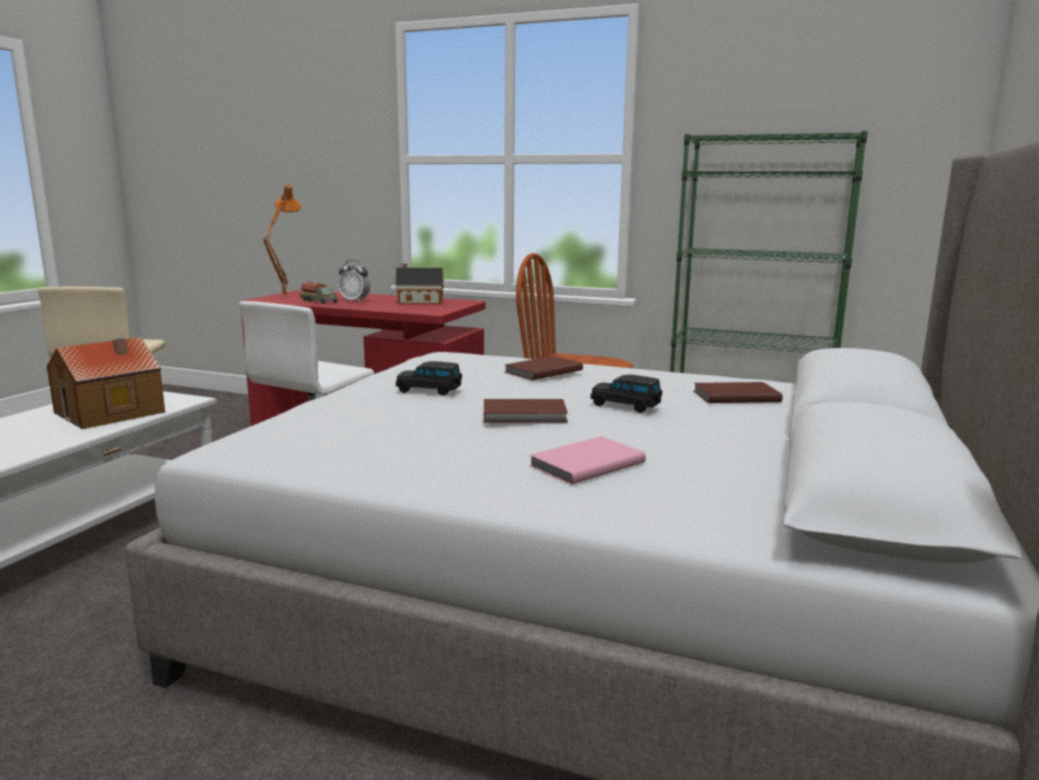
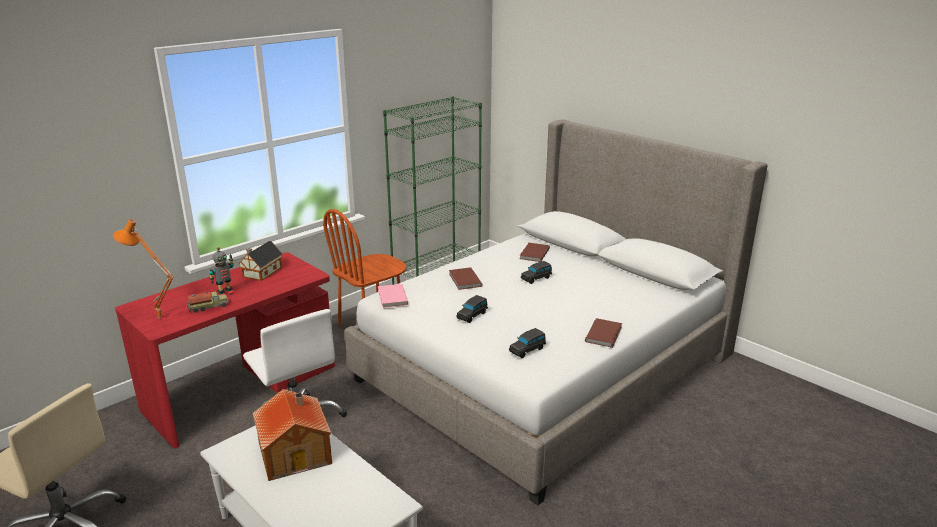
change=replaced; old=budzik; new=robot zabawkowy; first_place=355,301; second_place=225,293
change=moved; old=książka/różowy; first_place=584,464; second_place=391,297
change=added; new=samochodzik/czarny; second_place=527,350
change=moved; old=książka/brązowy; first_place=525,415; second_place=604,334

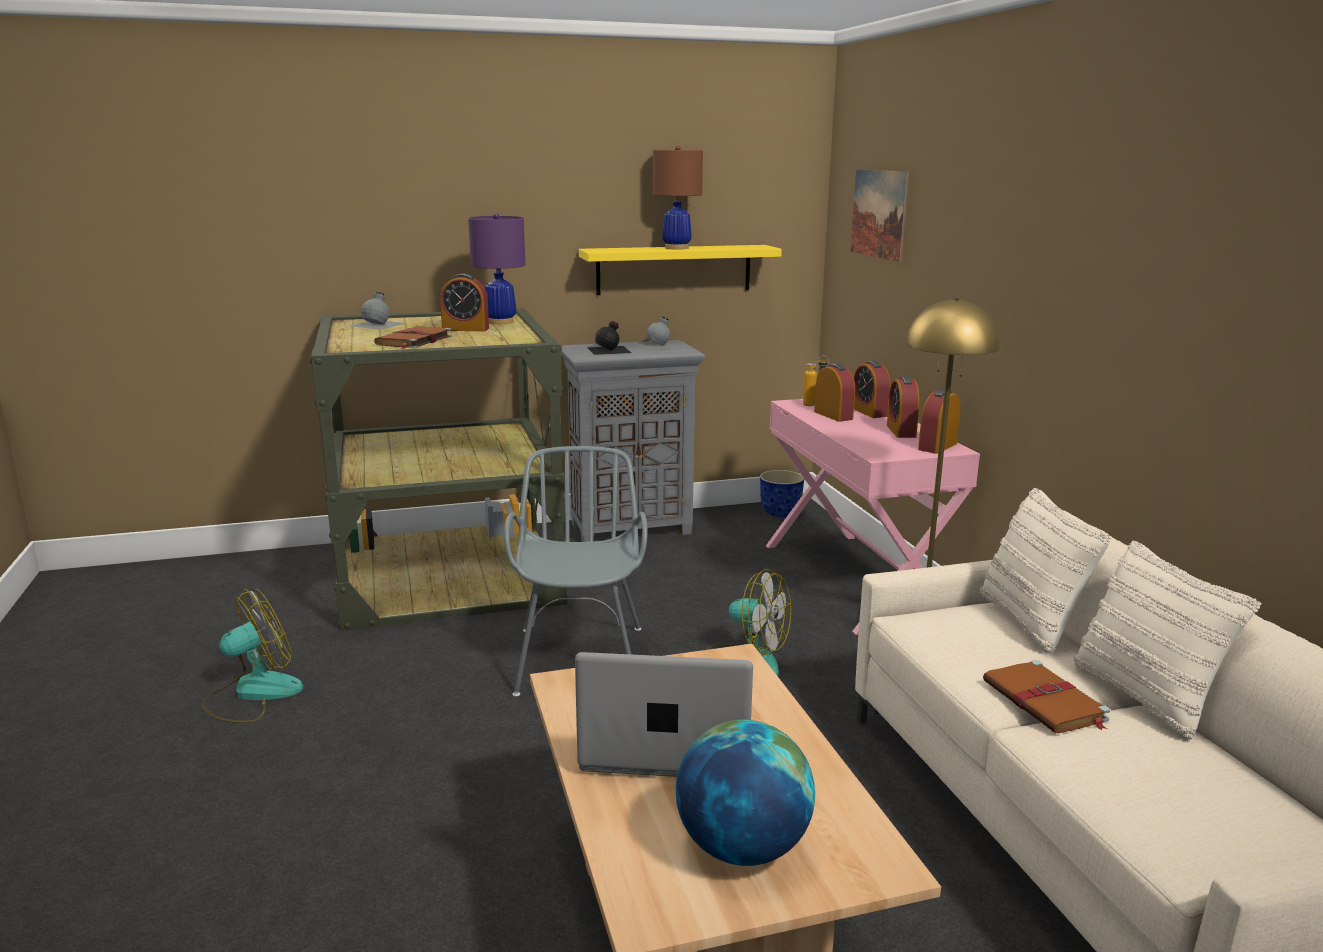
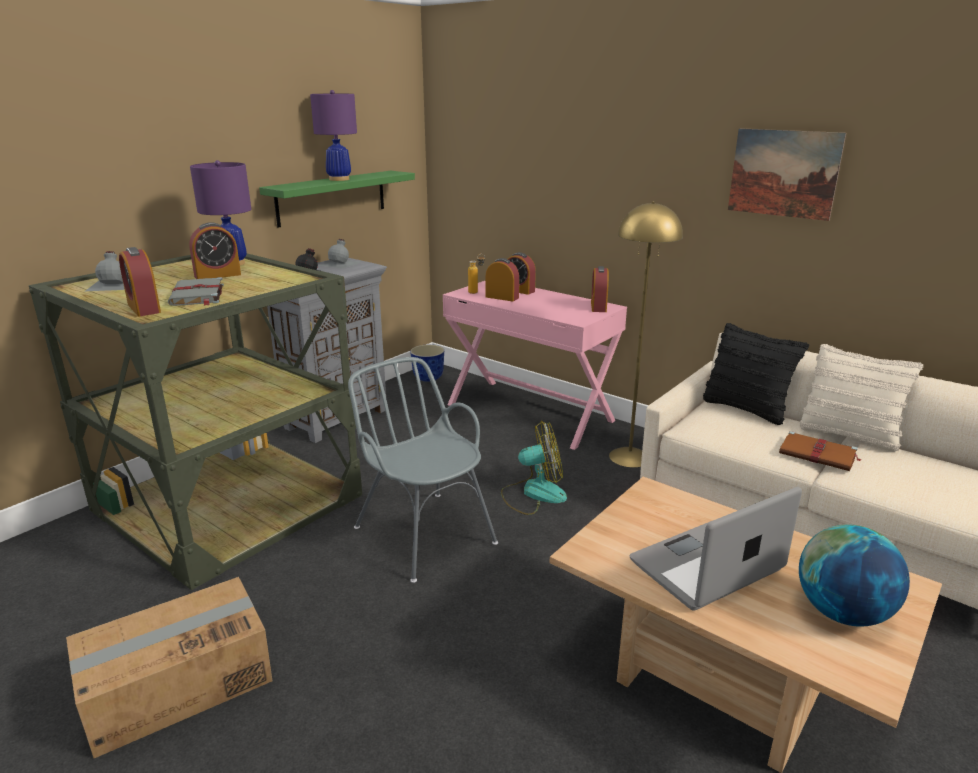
change=replaced; old=wentylator; new=karton; first_place=252,694; second_place=177,683
change=moved; old=budzik; first_place=901,431; second_place=144,308
change=recoloured; old=książka/brązowy; new=książka/szary; first_place=413,341; second_place=197,295
change=recoloured; old=półka/żółty; new=półka/zielony; first_place=674,269; second_place=332,197
change=recoloured; old=lampa stołowa/brązowy; new=lampa stołowa/fioletowy; first_place=676,248; second_place=339,179
change=recoloured; old=poduszka/beżowy; new=poduszka/czarny; first_place=1032,623; second_place=747,409
change=moved; old=obraz; first_place=879,214; second_place=783,173

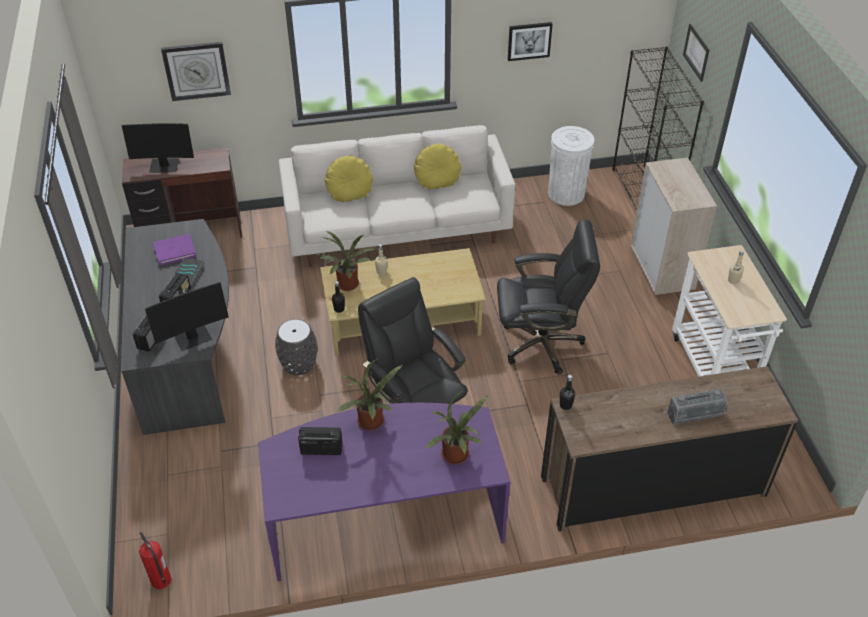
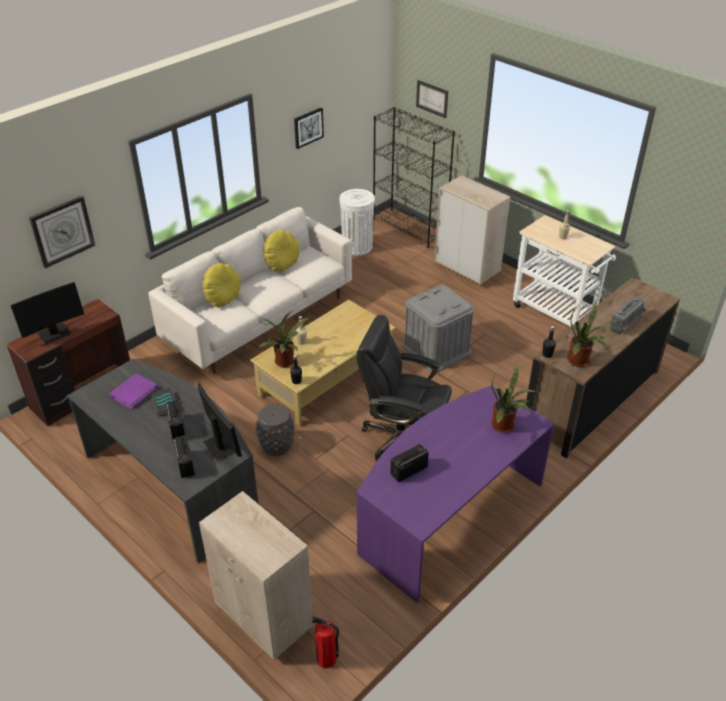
change=turned; old=monitor; first_place=192,337; second_place=221,447; degrees=-60
change=added; new=szafka/beżowy; second_place=262,617
change=replaced; old=krzesło biurowe/czarny; new=pojemnik do przechowywania/szary; first_place=539,344; second_place=436,349
change=moved; old=roślina doniczkowa; first_place=372,423; second_place=580,361

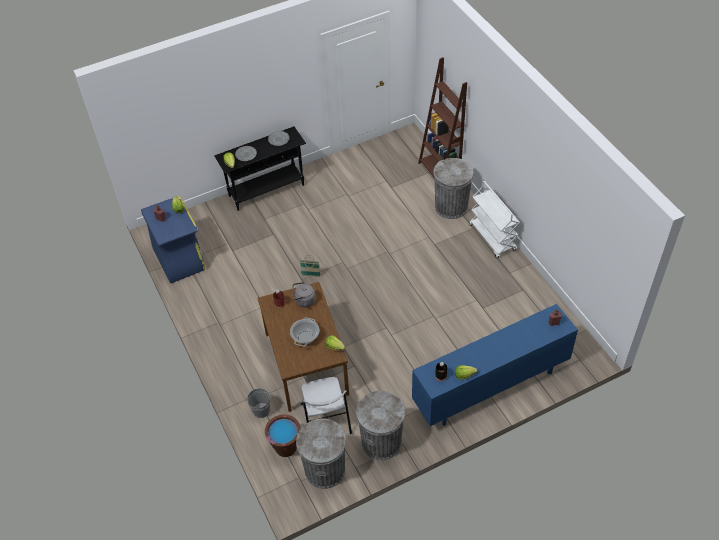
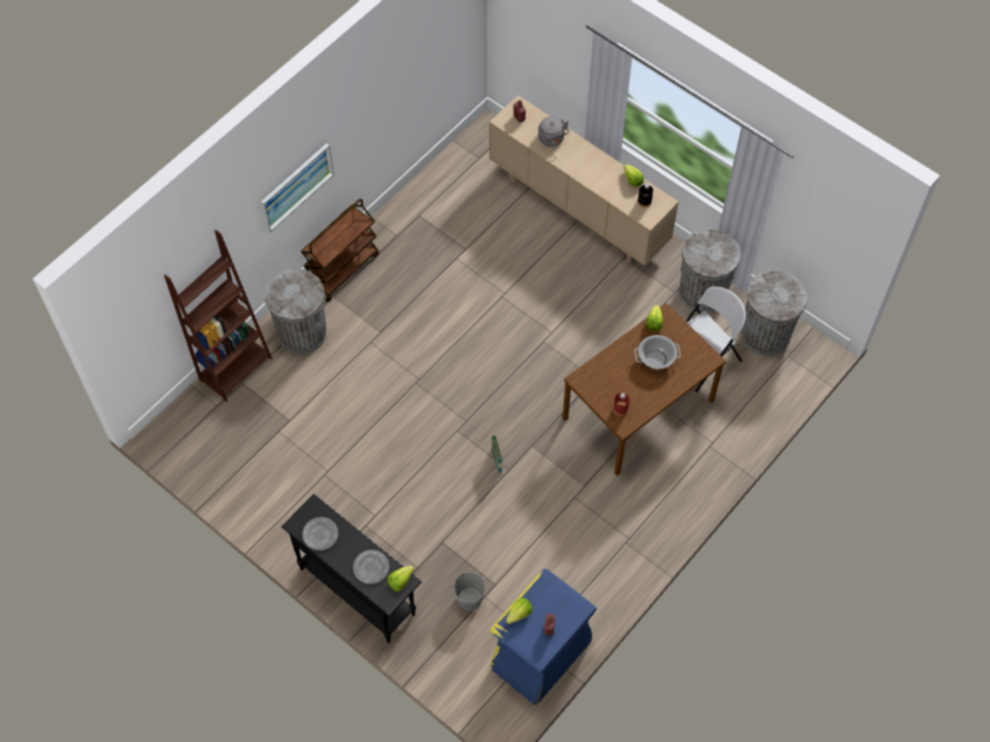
change=added; new=obraz; second_place=296,186
change=recoloured; old=wózek/biały; new=wózek/brązowy; first_place=492,237; second_place=342,269
change=moved; old=wiadro/szary; first_place=261,410; second_place=469,599
change=recoloured; old=szafka/niebieski; new=szafka/beżowy; first_place=491,388; second_place=579,210
change=moved; old=czajnik/szary; first_place=304,301; second_place=552,139
change=removed; old=wiadro/brązowy; first_place=286,447

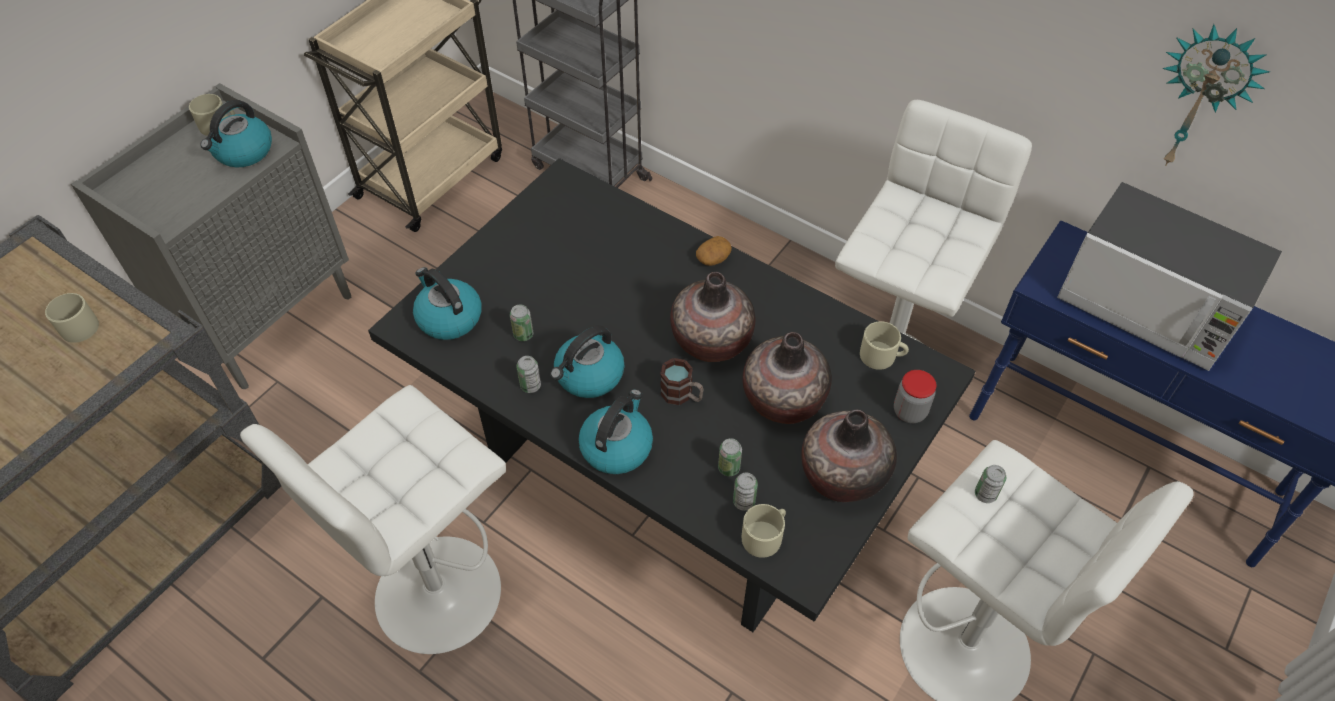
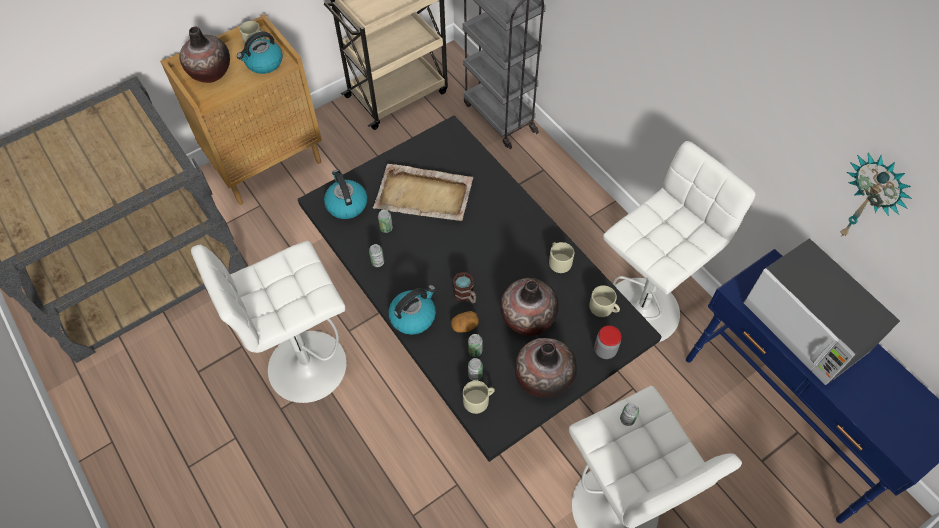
change=recoloured; old=szafka/szary; new=szafka/brązowy; first_place=270,320; second_place=268,164
change=moved; old=wazon; first_place=711,340; second_place=210,72
change=added; new=taca/beżowy; second_place=424,195
change=moved; old=ziemniak; first_place=713,258; second_place=464,326
change=moved; old=kubek/beżowy; first_place=77,325; second_place=559,260
change=removed; old=czajnik; first_place=589,376

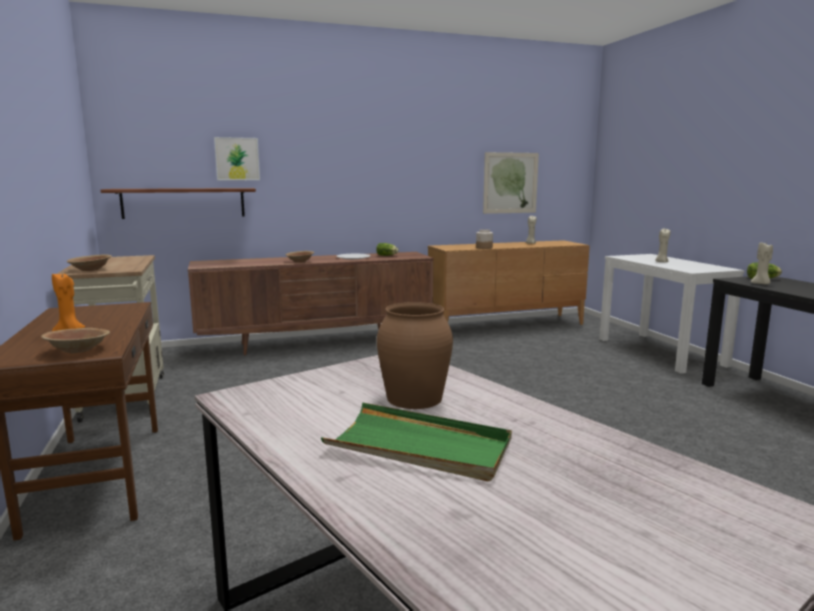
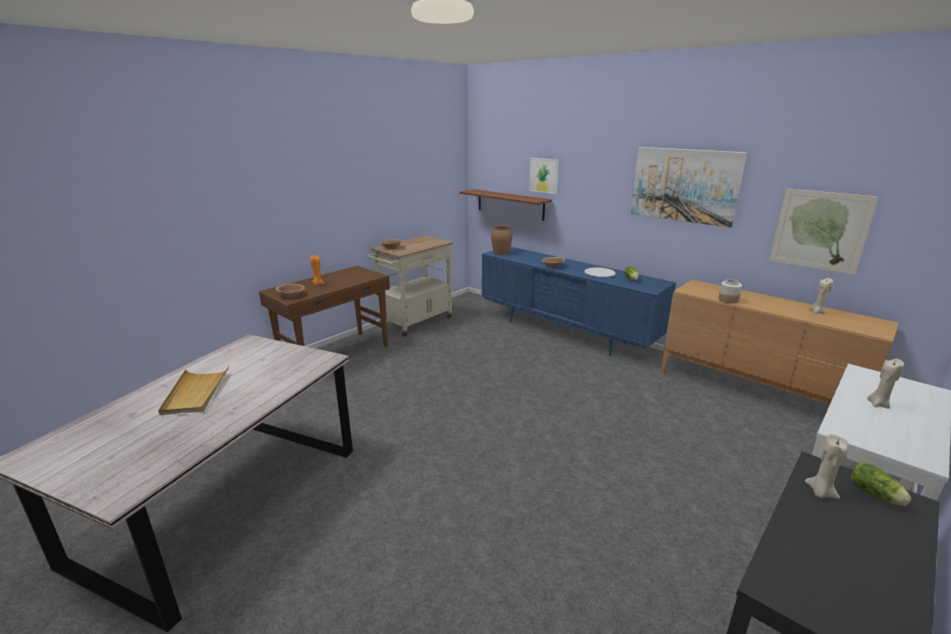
change=recoloured; old=taca/zielony; new=taca/beżowy; first_place=419,447; second_place=196,393
change=recoloured; old=szafka/brązowy; new=szafka/niebieski; first_place=317,342; second_place=566,333
change=moved; old=wazon/brązowy; first_place=414,398; second_place=501,253
change=added; new=obraz; second_place=684,185

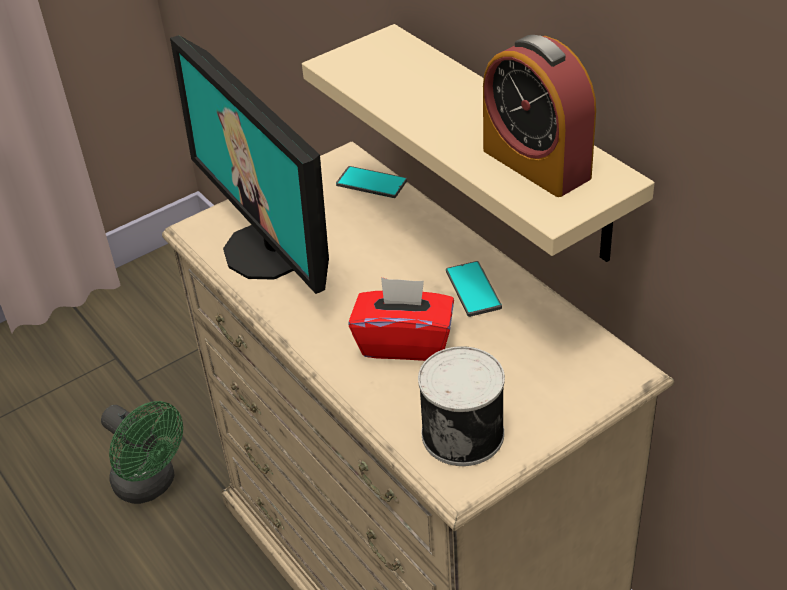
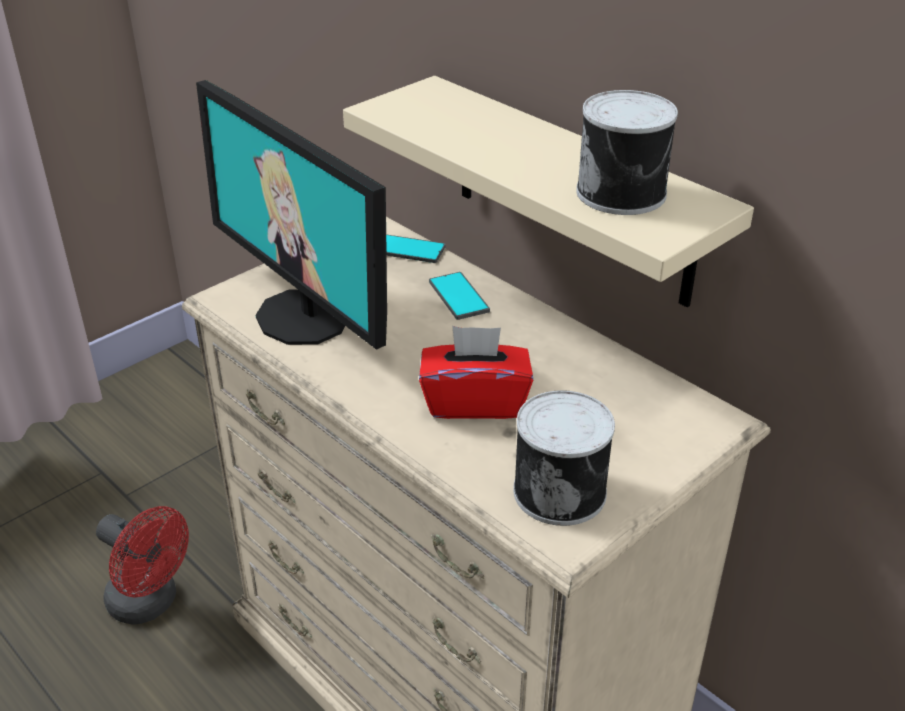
change=recoloured; old=wentylator/zielony; new=wentylator/czerwony; first_place=151,485; second_place=150,603
change=moved; old=telefon; first_place=473,289; second_place=459,296
change=replaced; old=budzik; new=puszka; first_place=536,163; second_place=623,193

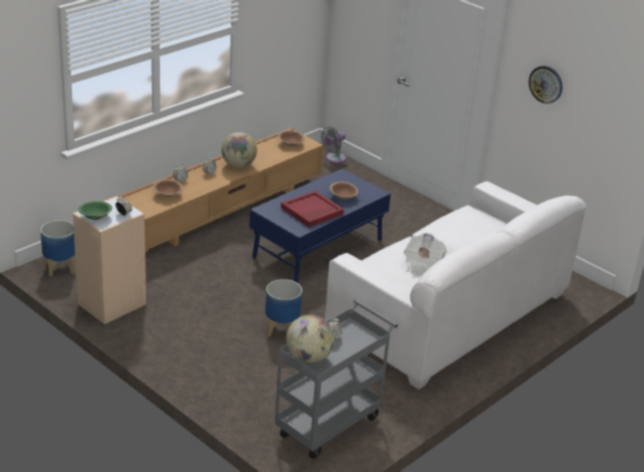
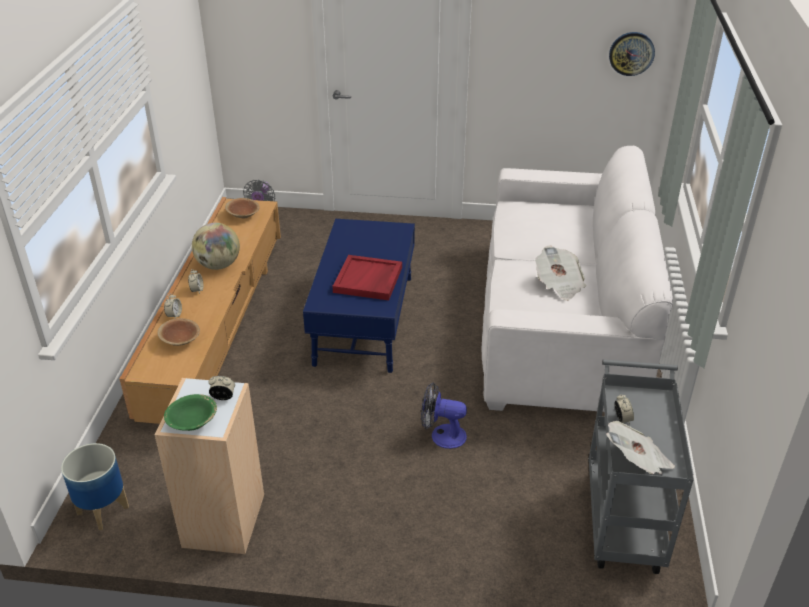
change=replaced; old=donica; new=wentylator; first_place=281,330; second_place=442,435
change=replaced; old=globus; new=gazeta; first_place=309,358; second_place=637,462
change=moved; old=zegar ścienny; first_place=546,84; second_place=631,53
change=removed; old=miska/brązowy; first_place=343,196

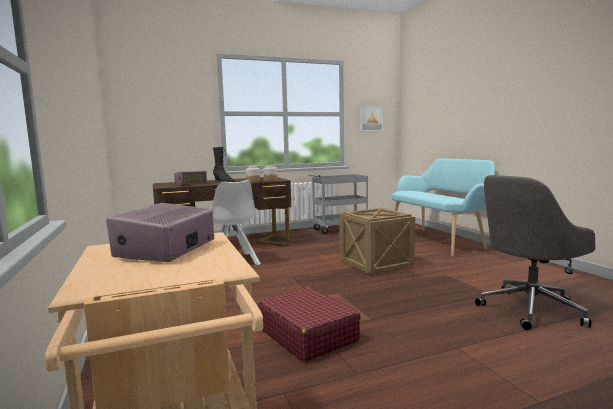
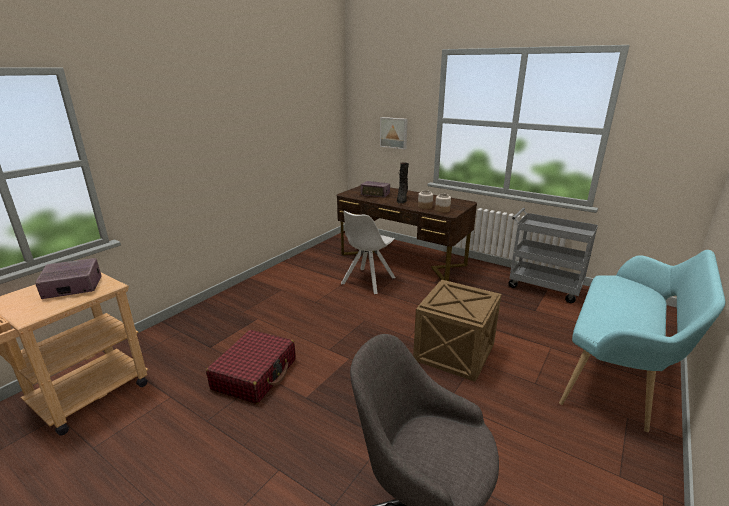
change=moved; old=obraz; first_place=370,118; second_place=394,132

